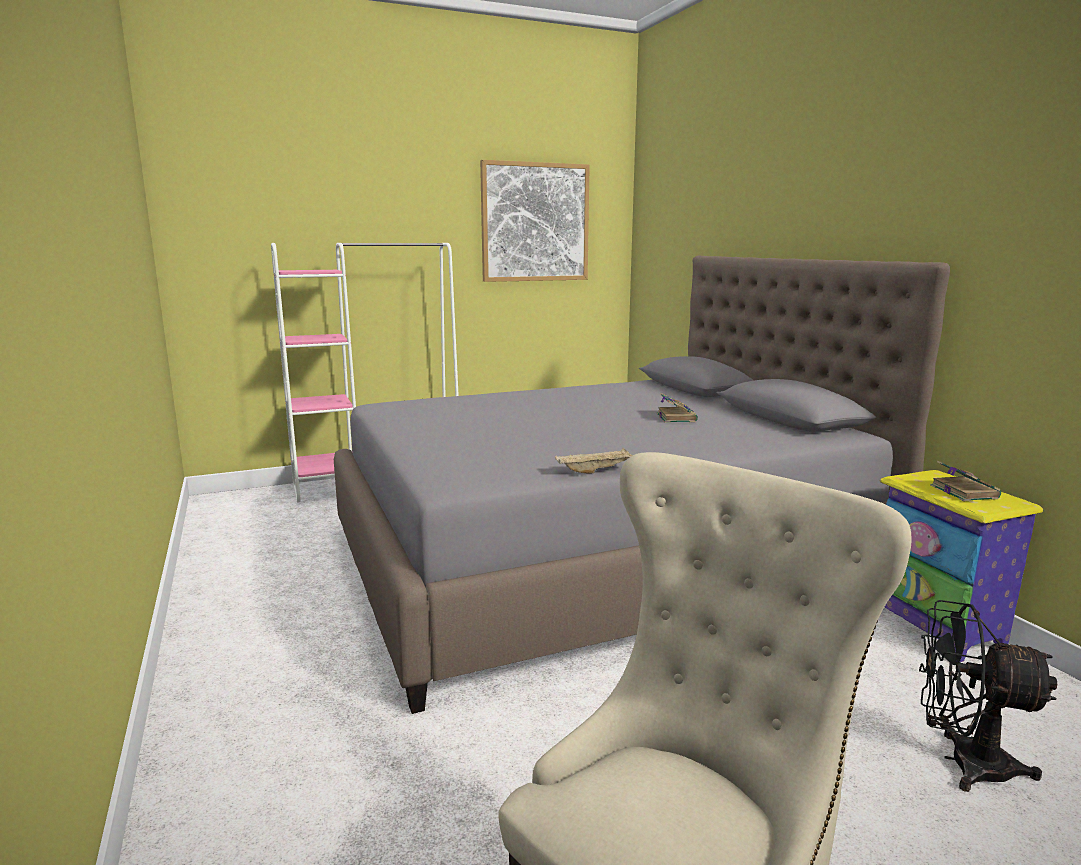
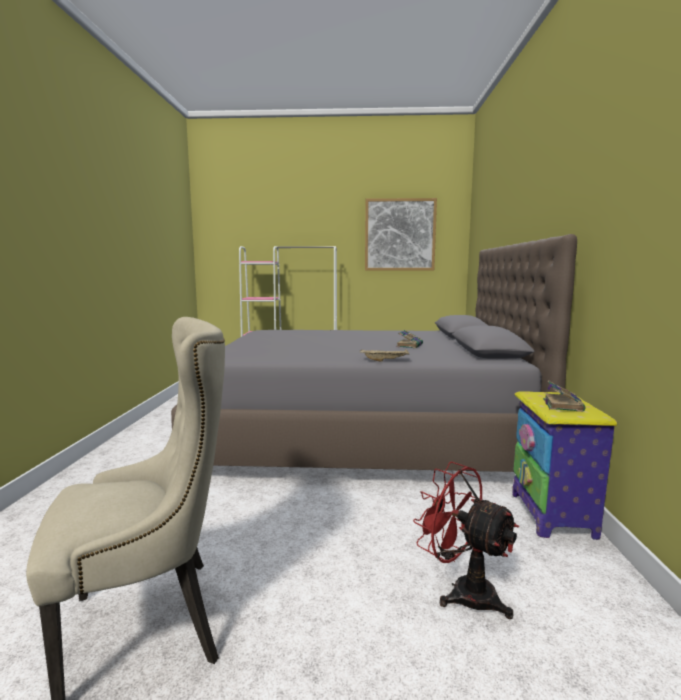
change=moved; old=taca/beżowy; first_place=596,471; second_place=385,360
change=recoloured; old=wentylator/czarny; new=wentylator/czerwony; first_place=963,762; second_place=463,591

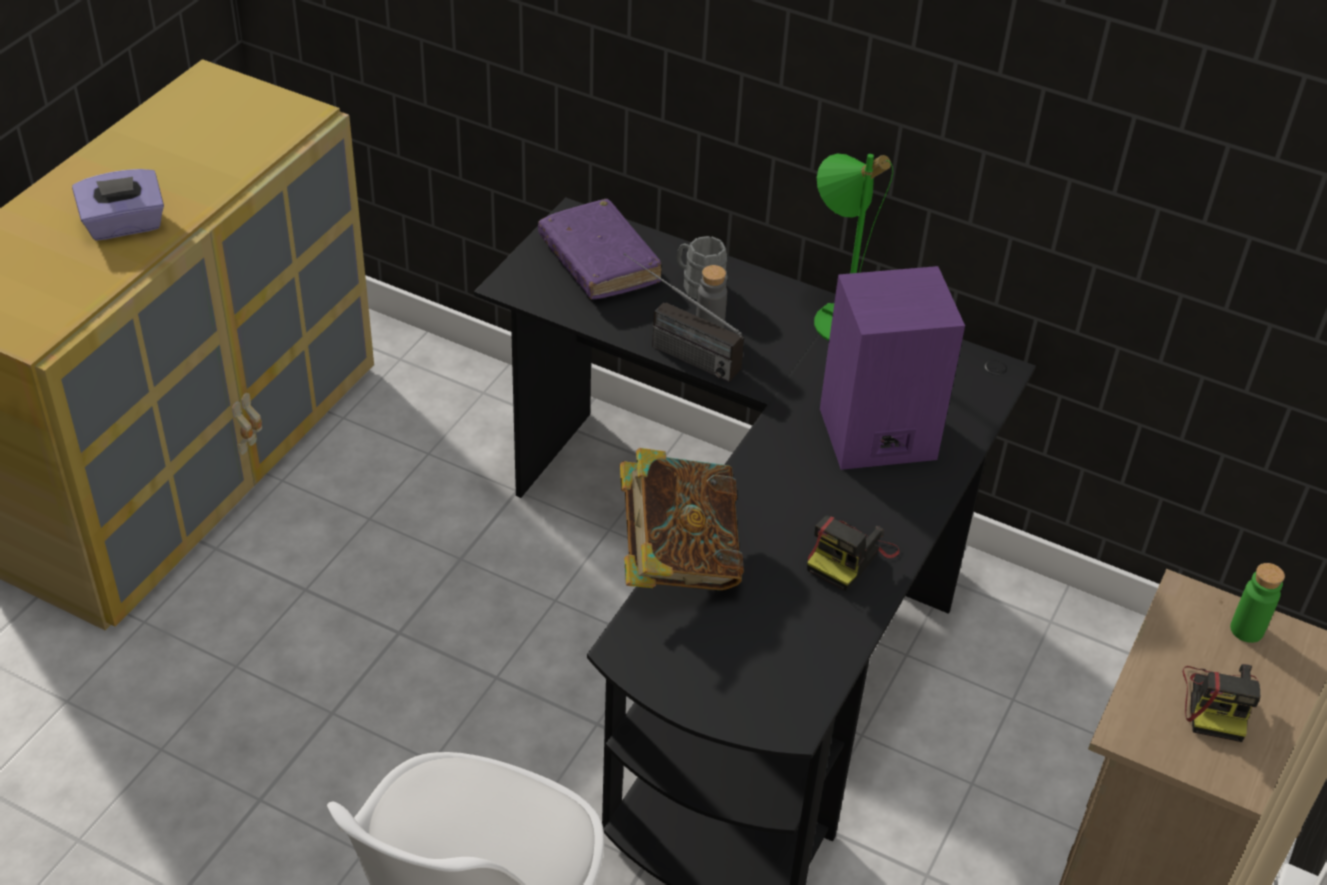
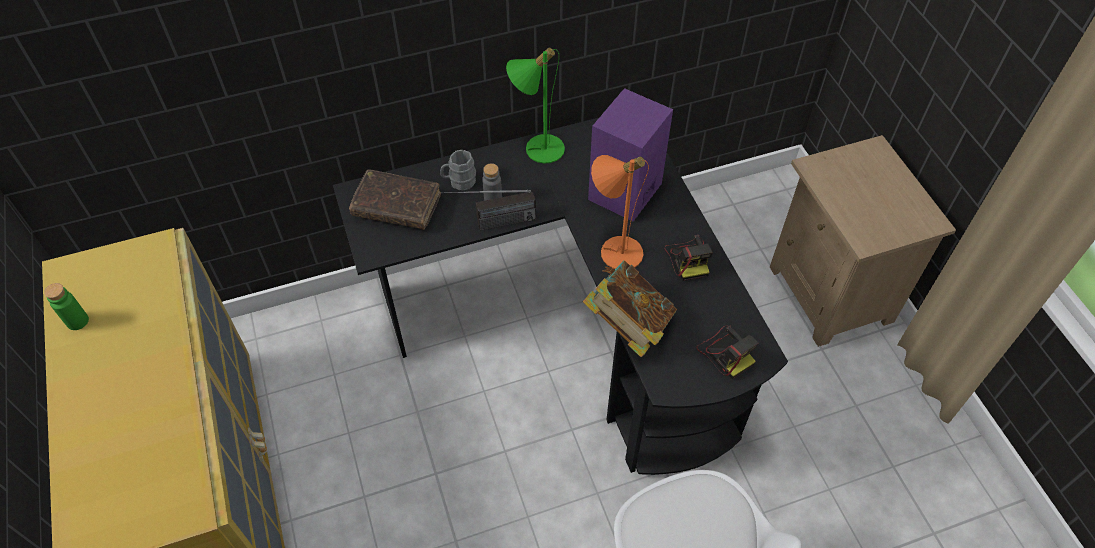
change=moved; old=butelka/zielony; first_place=1246,630; second_place=77,321
change=recoloured; old=książka/fioletowy; new=książka/brązowy; first_place=599,261; second_place=397,206
change=added; new=lampa stołowa/pomarańczowy; second_place=615,248
change=moved; old=aparat fotograficzny; first_place=1218,702; second_place=725,353
change=removed; old=pudełko chusteczek/fioletowy; first_place=124,225

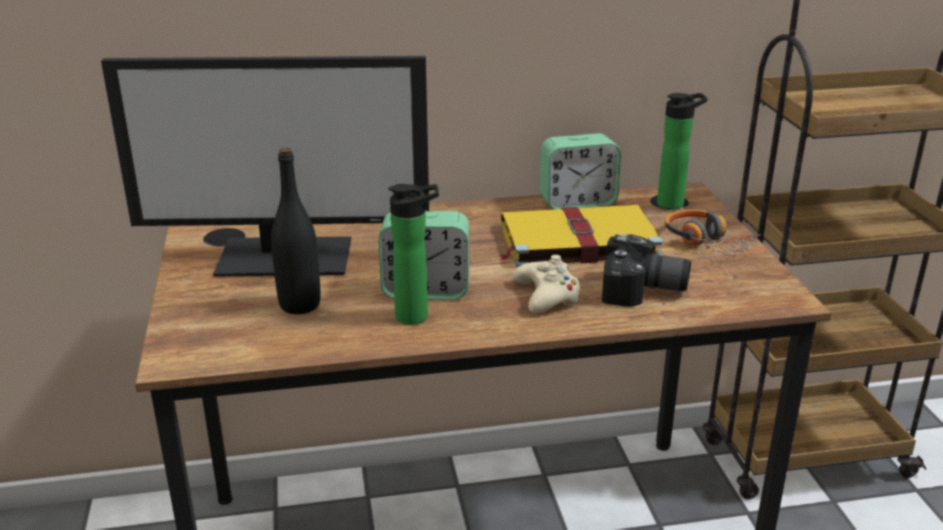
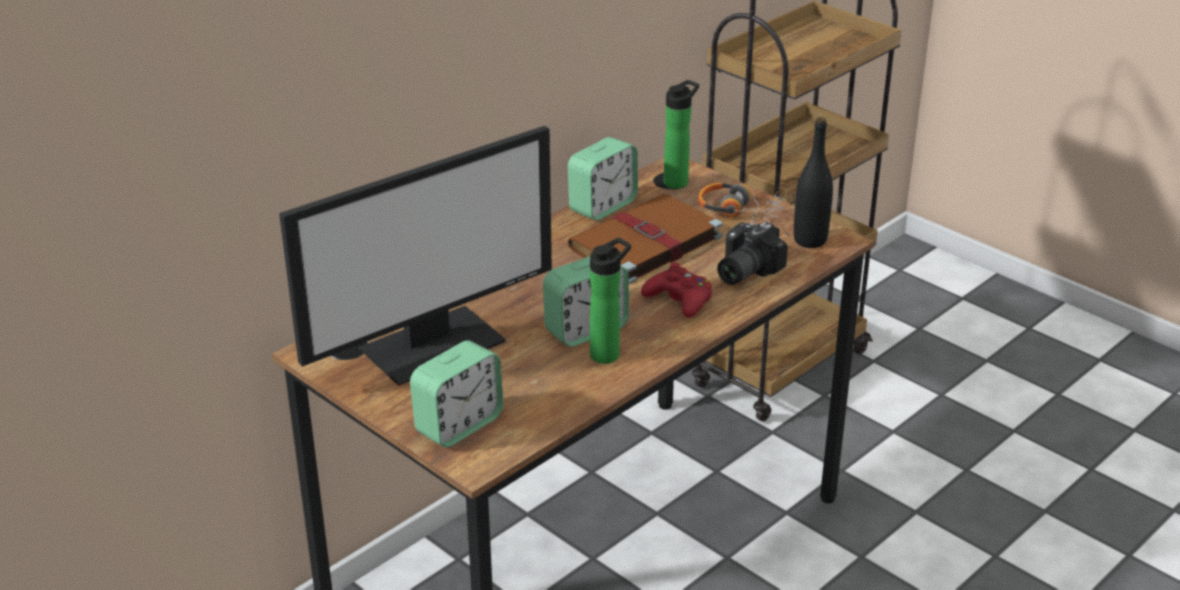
change=added; new=budzik; second_place=459,425
change=recoloured; old=książka/żółty; new=książka/brązowy; first_place=575,241; second_place=643,244
change=recoloured; old=pad do gier/beżowy; new=pad do gier/czerwony; first_place=547,296; second_place=679,300
change=turned; old=aparat fotograficzny; first_place=643,292; second_place=742,271; degrees=150
change=moved; old=butelka/czarny; first_place=300,305; second_place=810,240

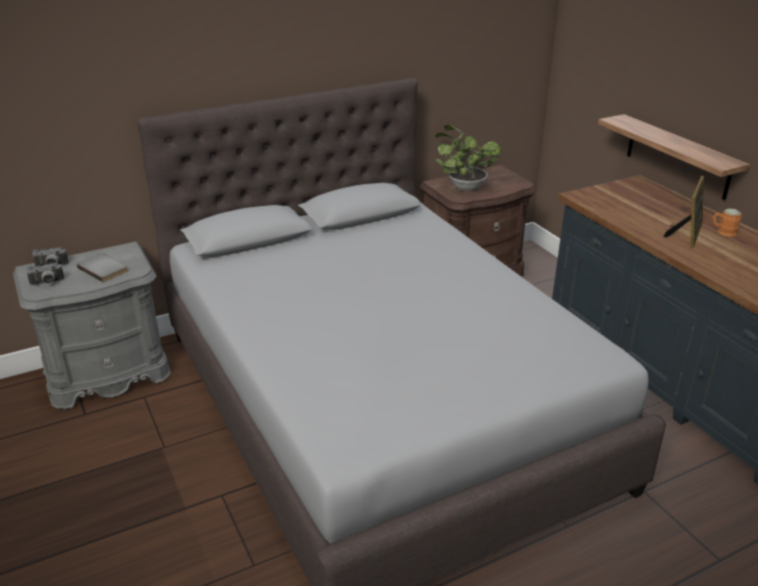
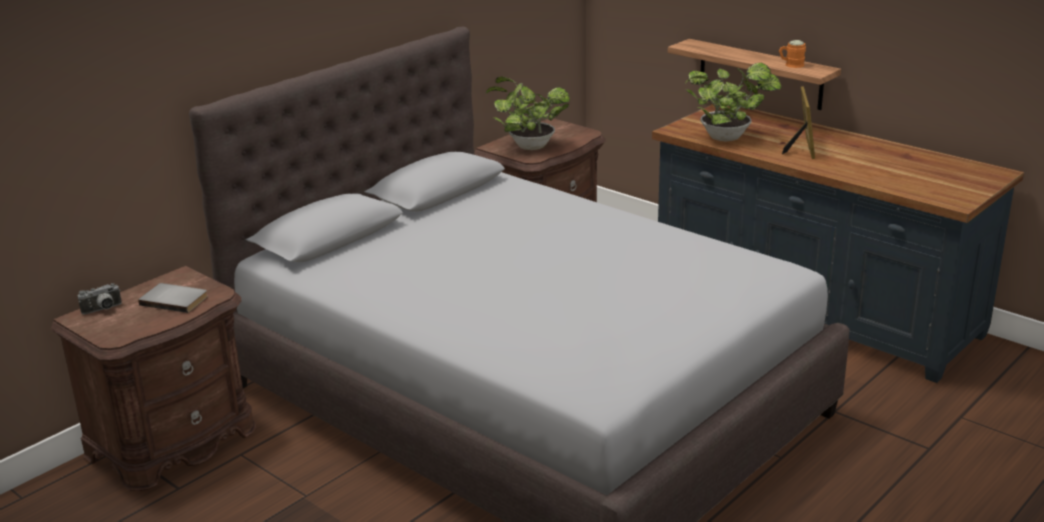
change=recoloured; old=szafka nocna/szary; new=szafka nocna/brązowy; first_place=109,376; second_place=177,443
change=added; new=roślina doniczkowa; second_place=729,138
change=moved; old=kubek/pomarańczowy; first_place=723,231; second_place=791,65
change=removed; old=aparat fotograficzny; first_place=47,283

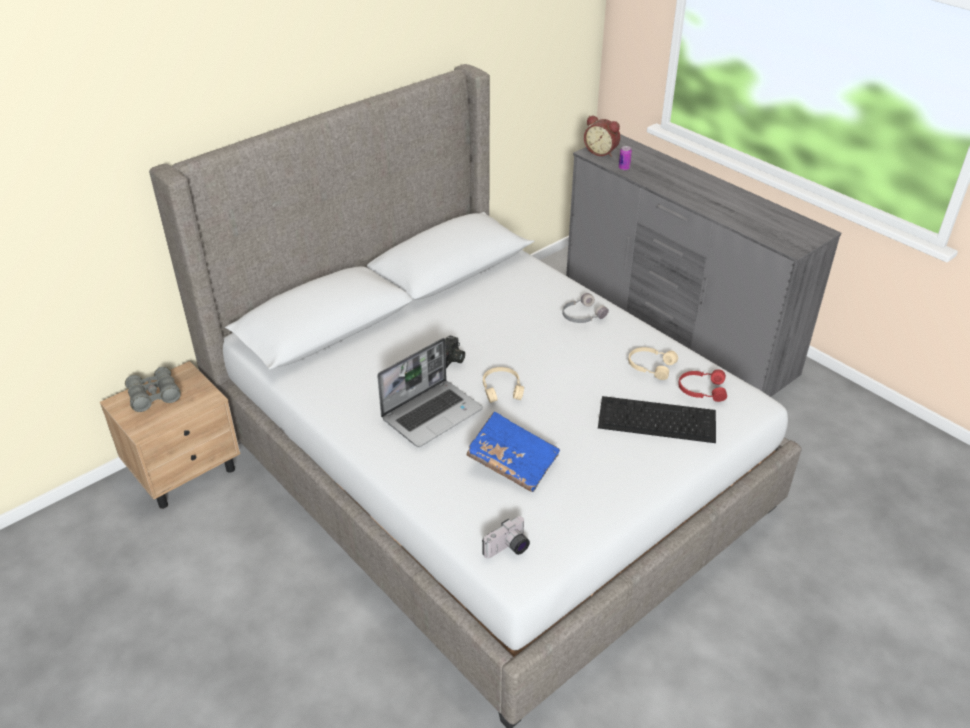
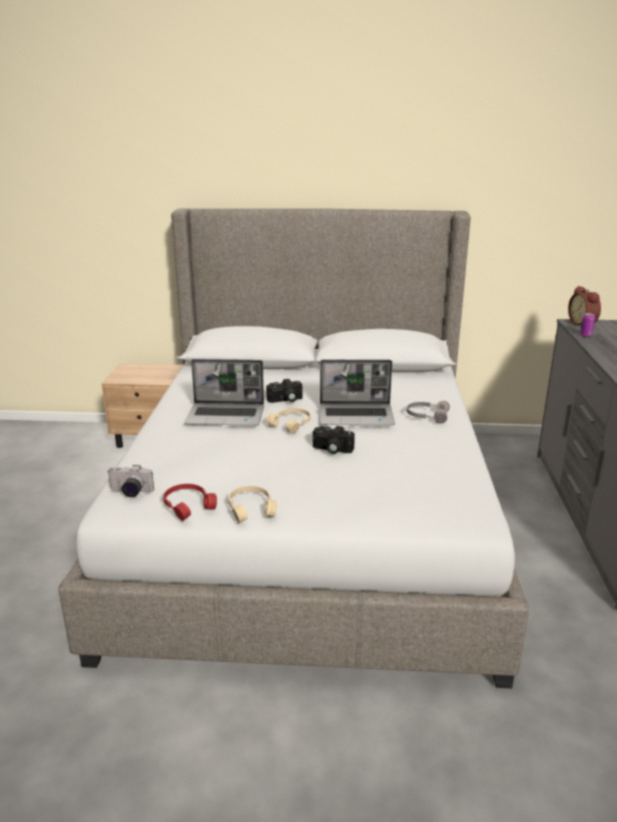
change=moved; old=słuchawki/czerwony; first_place=701,389; second_place=188,506
change=moved; old=słuchawki/beżowy; first_place=650,366; second_place=251,509
change=added; new=aparat fotograficzny; second_place=331,450
change=added; new=laptop; second_place=357,416
change=removed; old=lornetka/szary; first_place=154,396
change=removed; old=książka/niebieski; first_place=512,462
change=removed; old=klawiatura; first_place=656,419

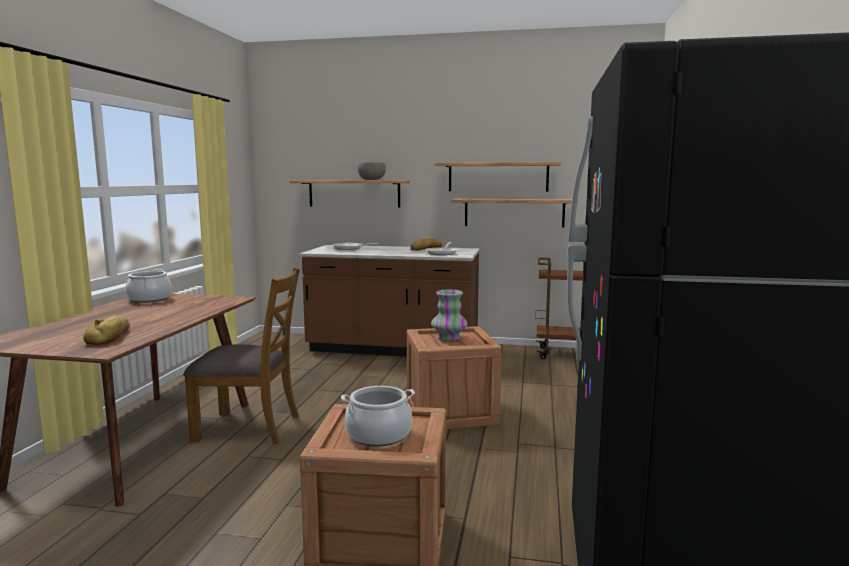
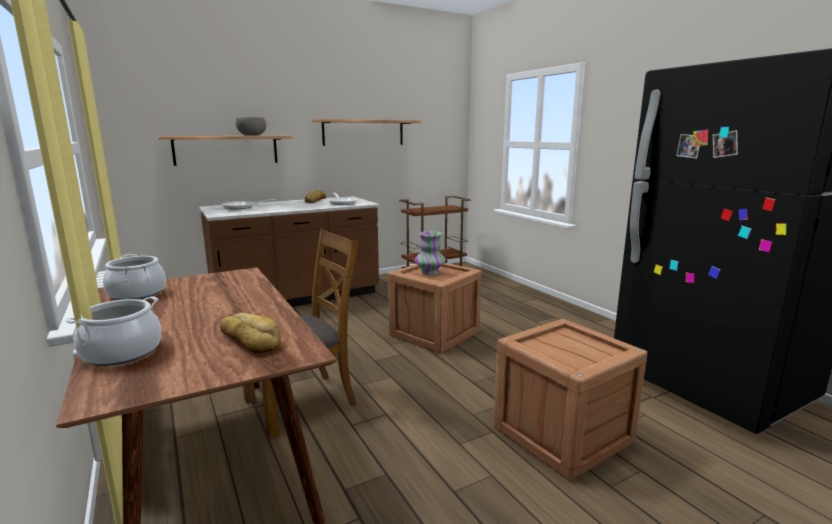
change=moved; old=garnek; first_place=379,435; second_place=122,352
change=removed; old=półka; first_place=514,212

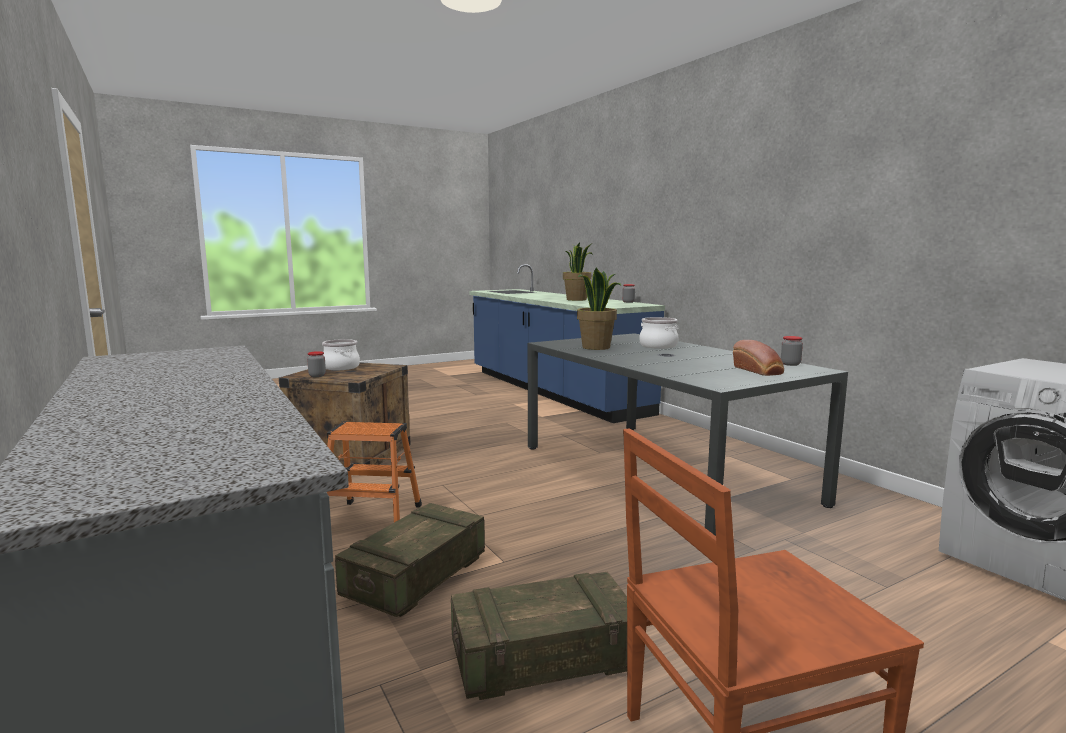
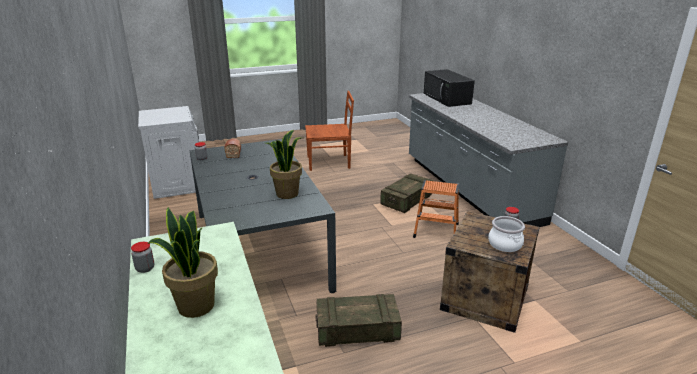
change=moved; old=skrzynka; first_place=544,659; second_place=357,330
change=added; new=mikrofalówka/czarny; second_place=447,98
change=removed; old=garnek; first_place=658,346

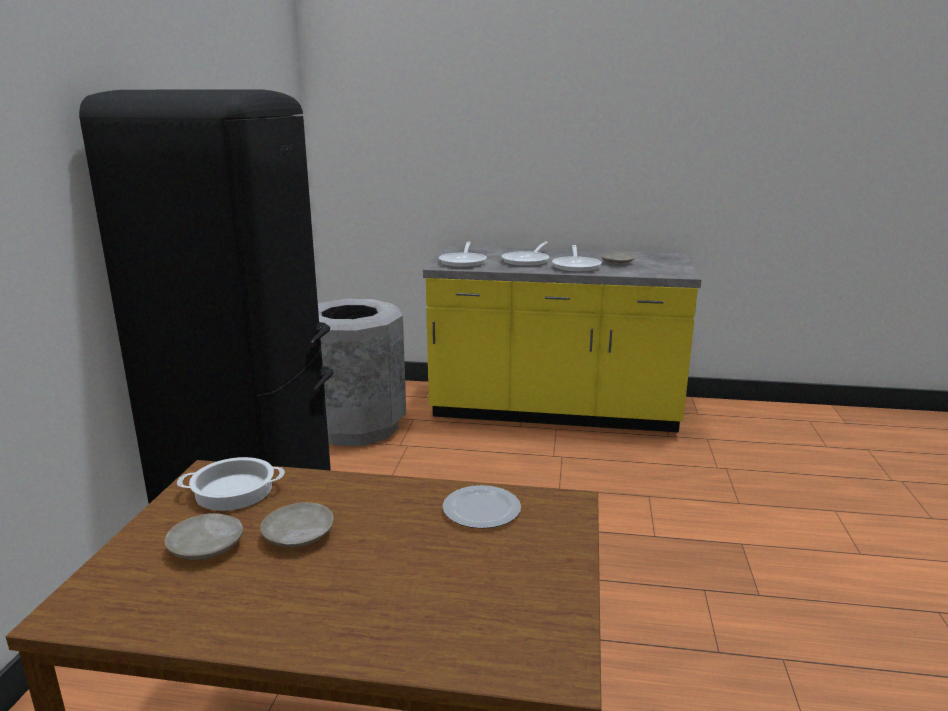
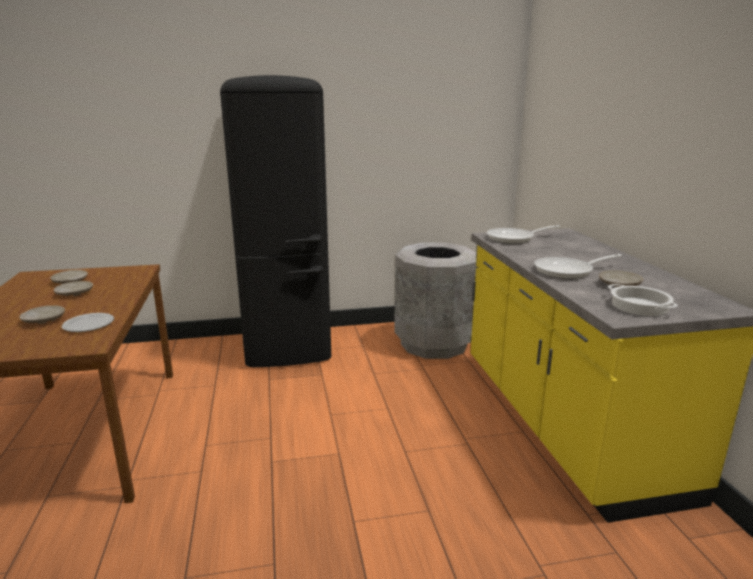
change=added; new=talerz/beżowy; second_place=44,320
change=moved; old=garnek; first_place=234,491; second_place=640,306
change=removed; old=patelnia; first_place=527,261

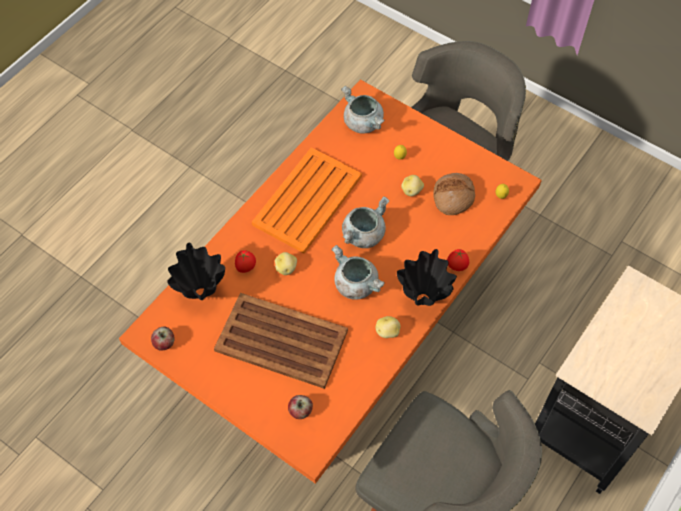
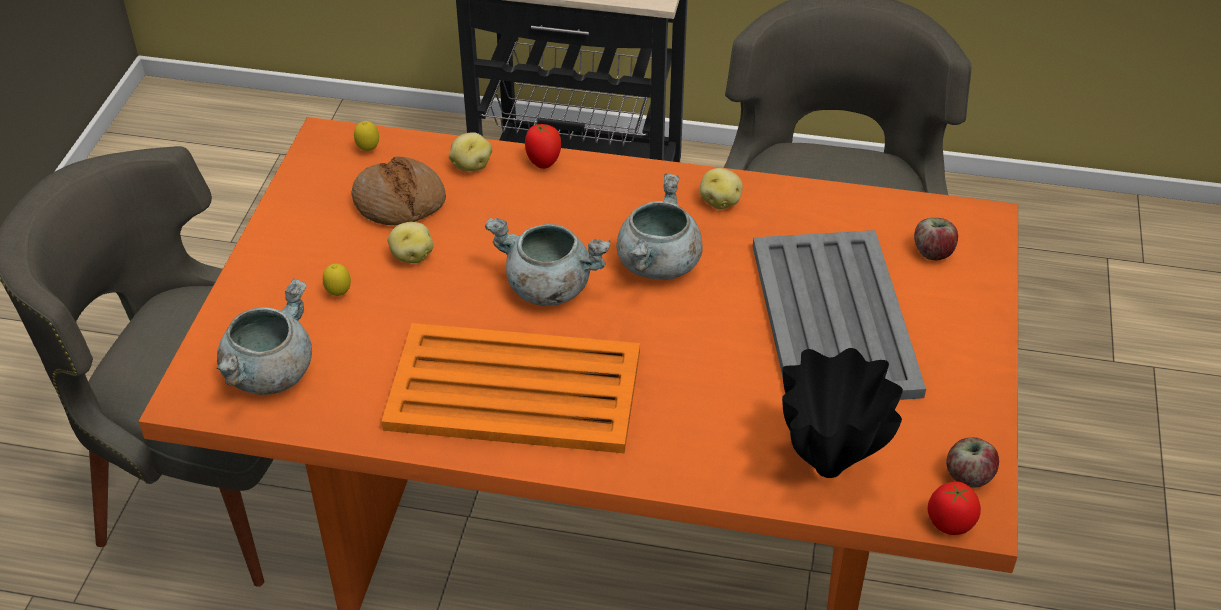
change=moved; old=ziemniak; first_place=286,268; second_place=470,165
change=recoloured; old=taca/brązowy; new=taca/szary; first_place=280,340; second_place=833,320
change=moved; old=pomidor; first_place=246,267; second_place=949,525
change=removed; old=wazon/czarny; first_place=422,300

